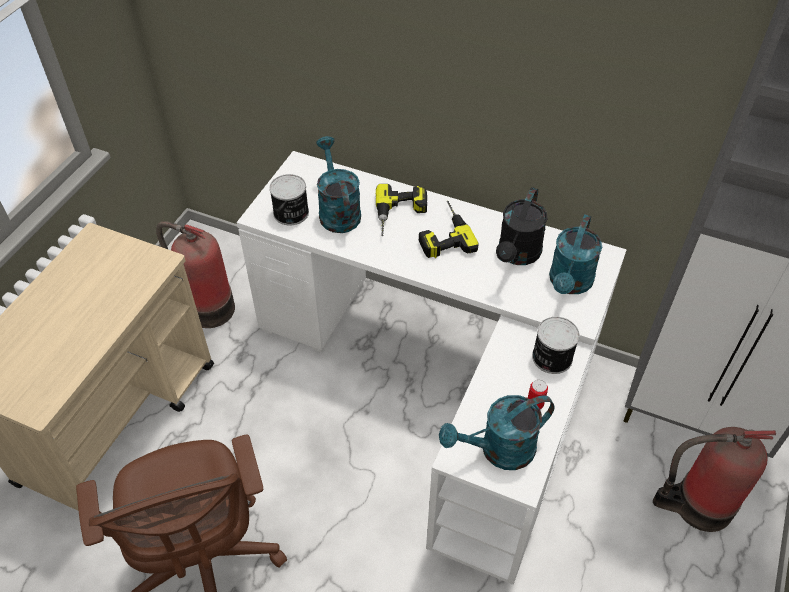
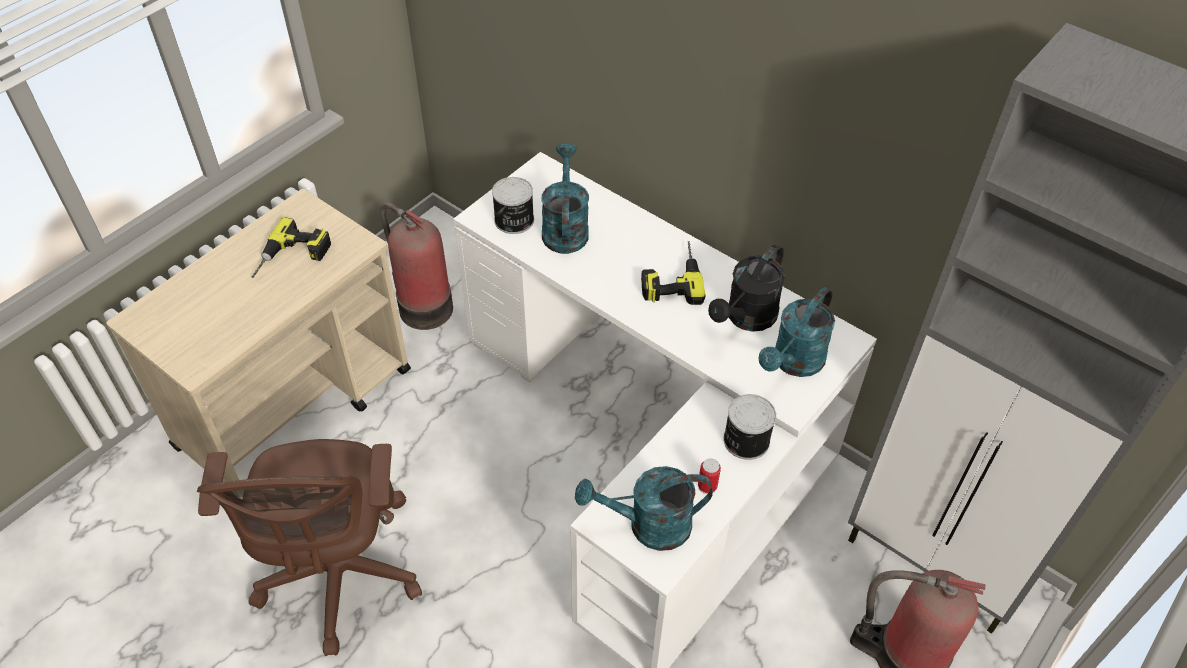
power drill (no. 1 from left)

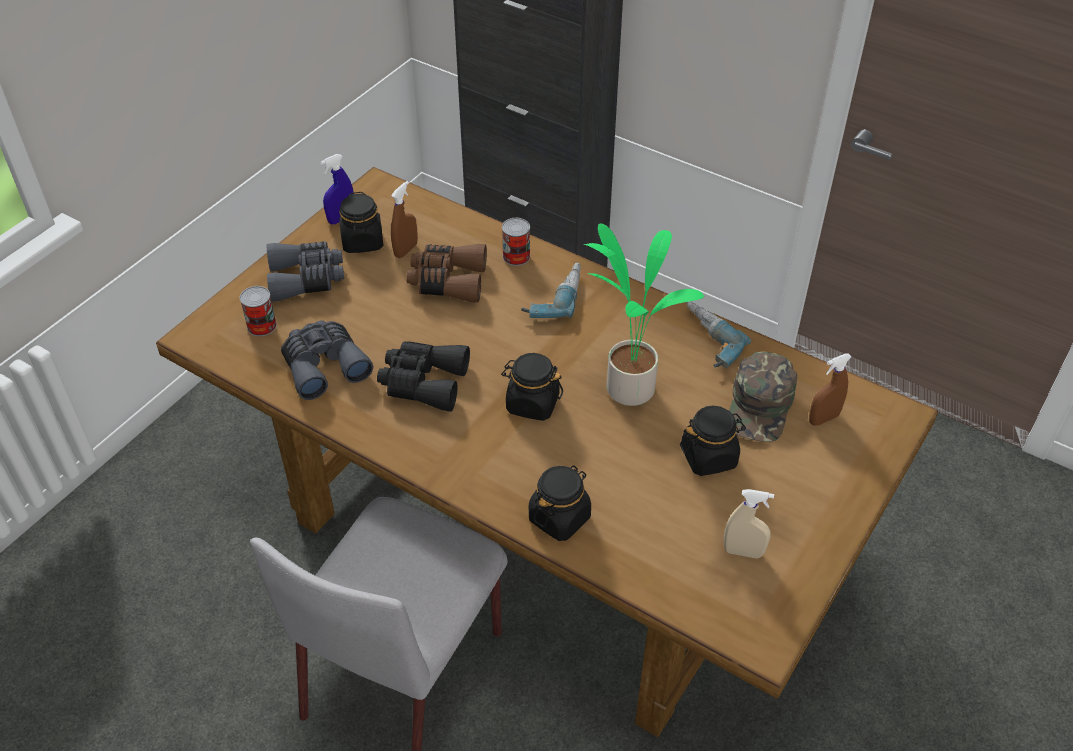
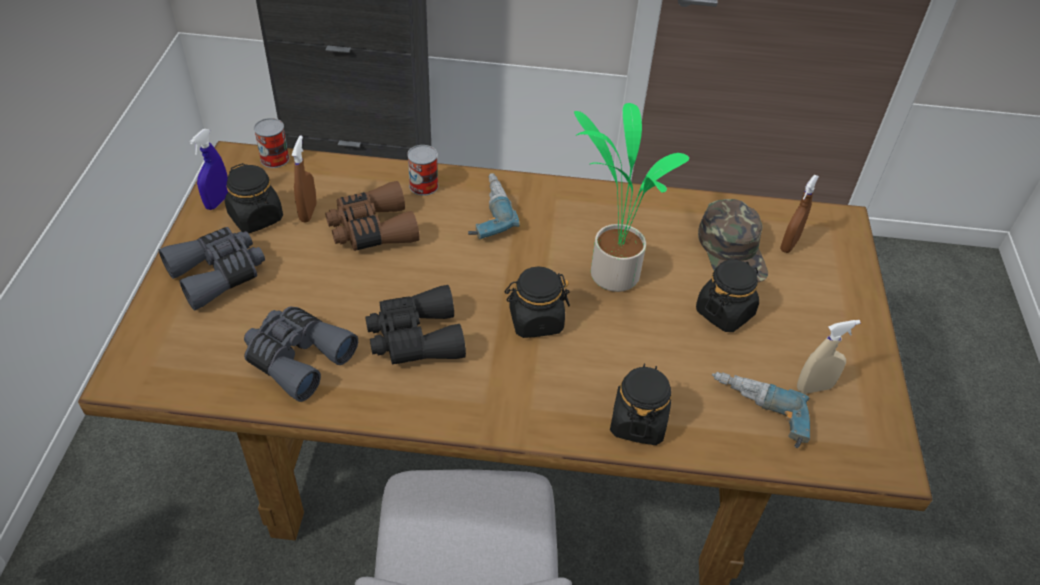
can (no. 1 from left); power drill (no. 2 from left)

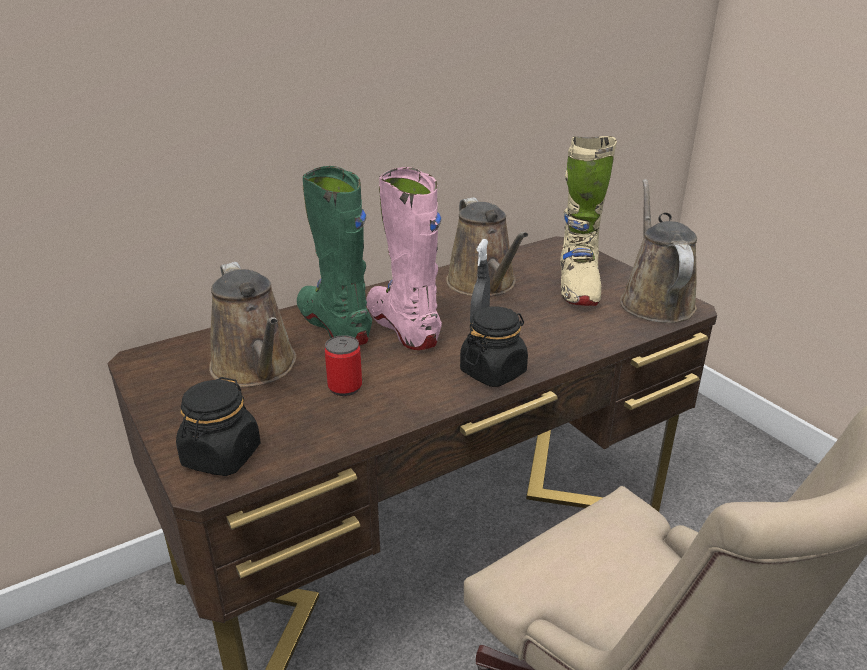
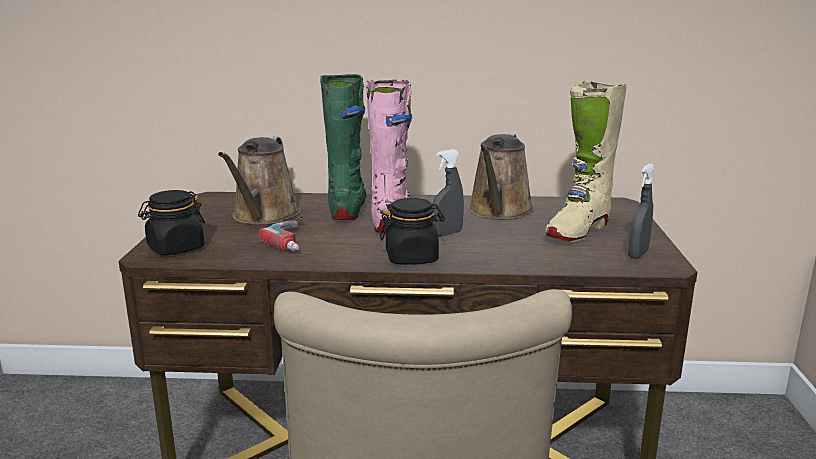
grey spray bottle (no. 2 from left); power drill

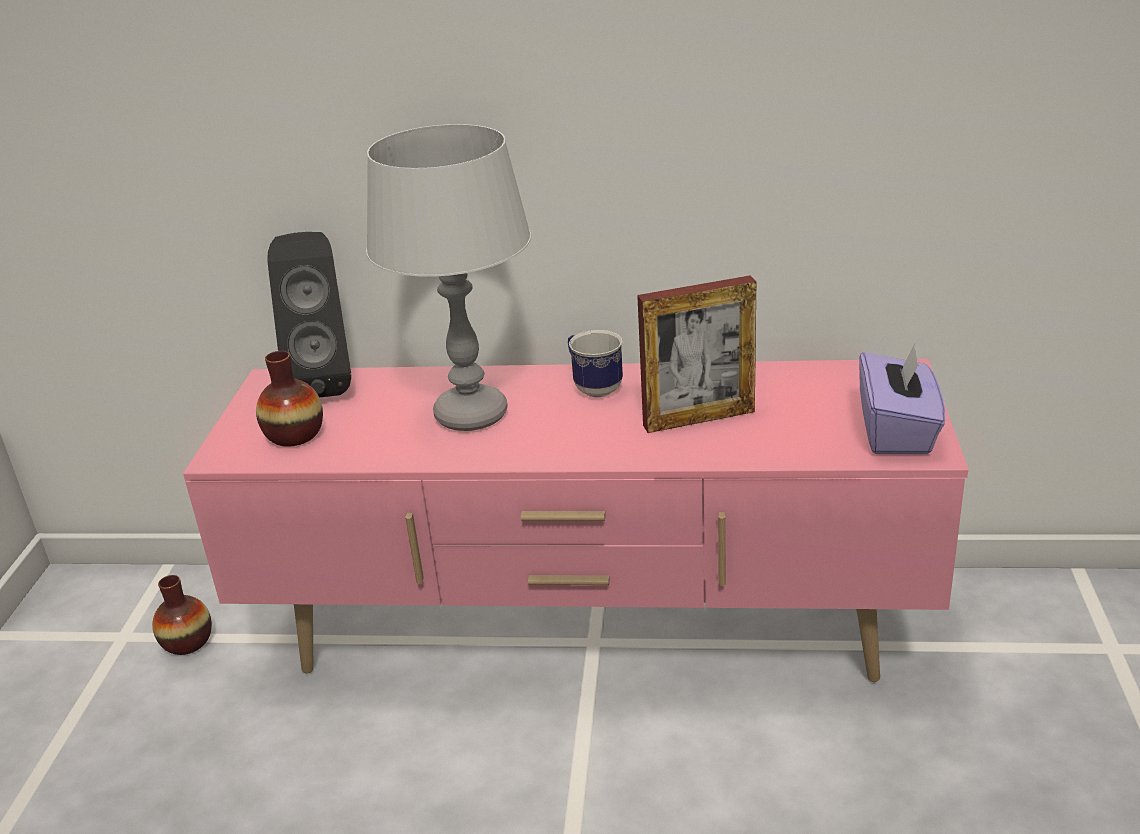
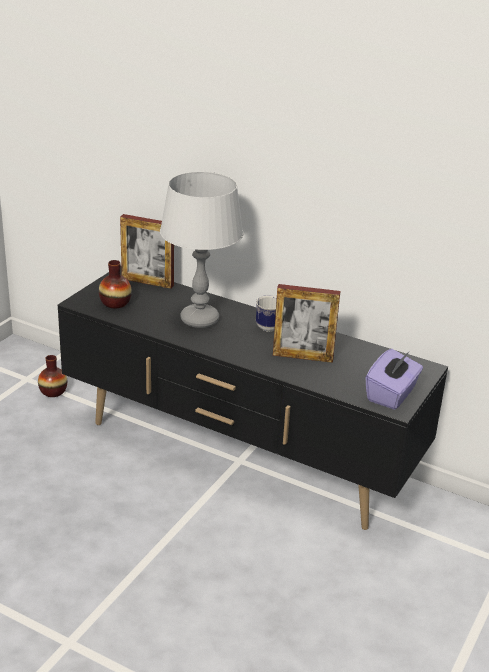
picture frame (no. 1 from left); black tv stand

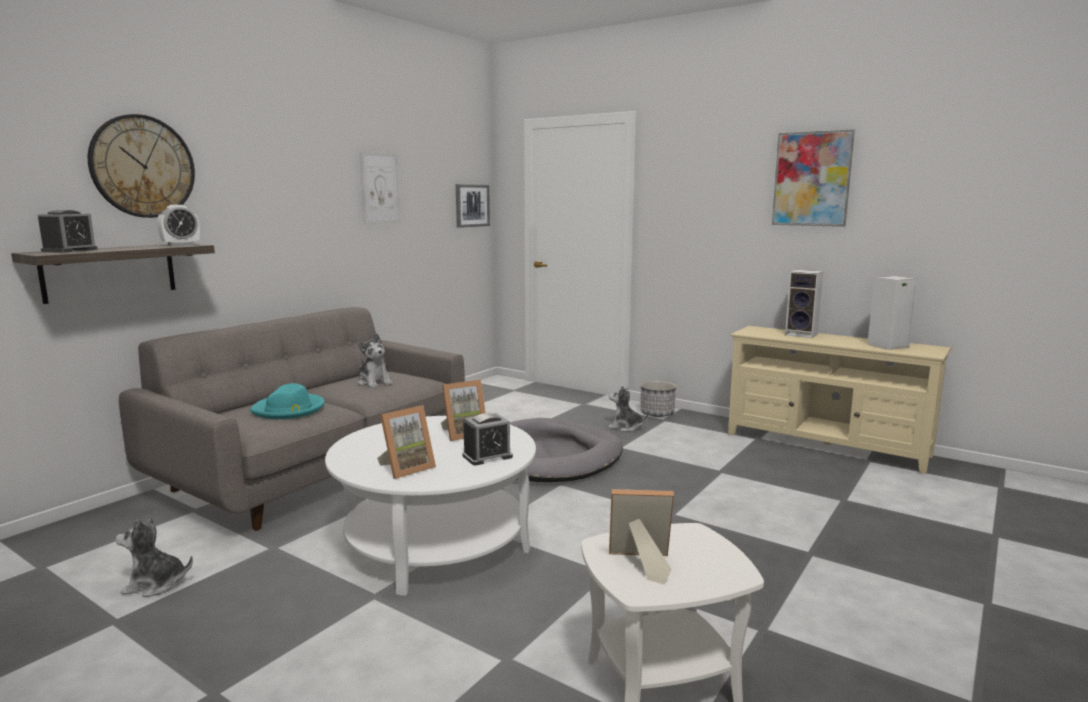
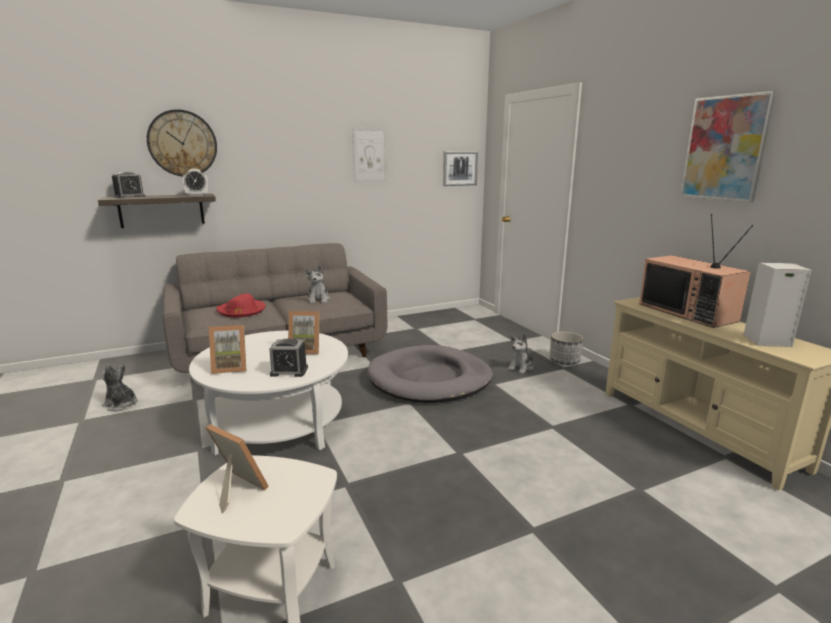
television; red hat; plush toy (no. 3 from left)

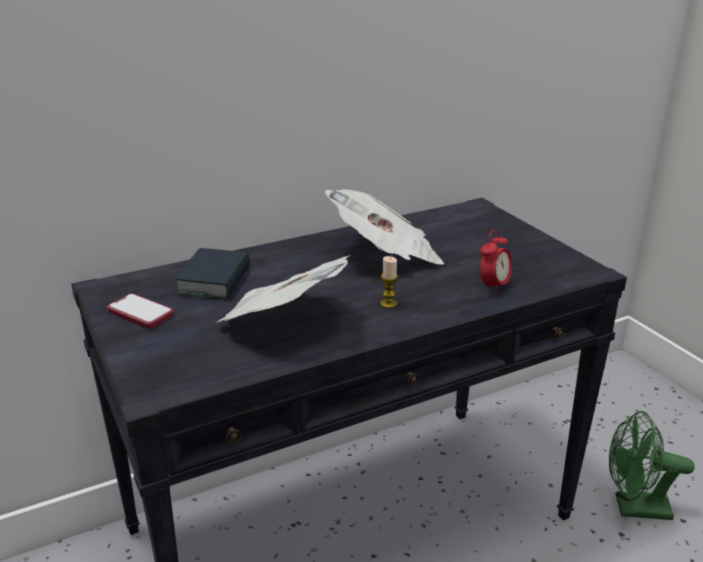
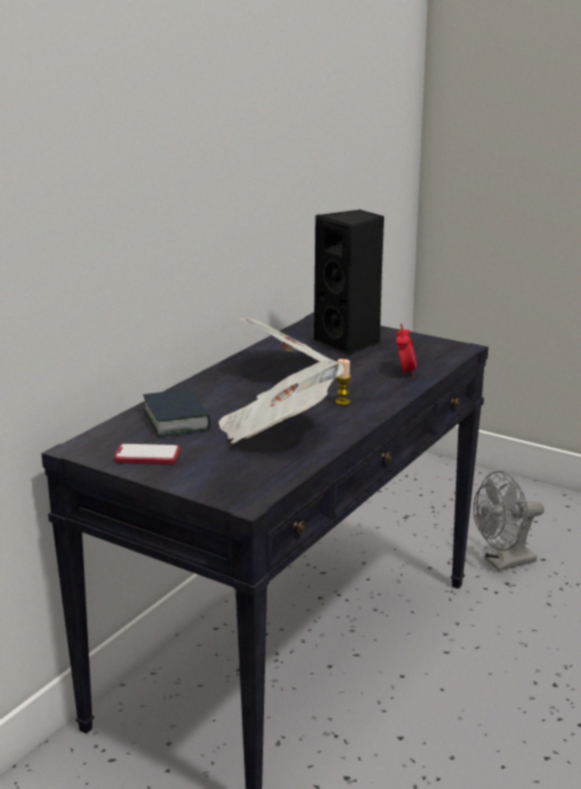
grey fan; black speaker

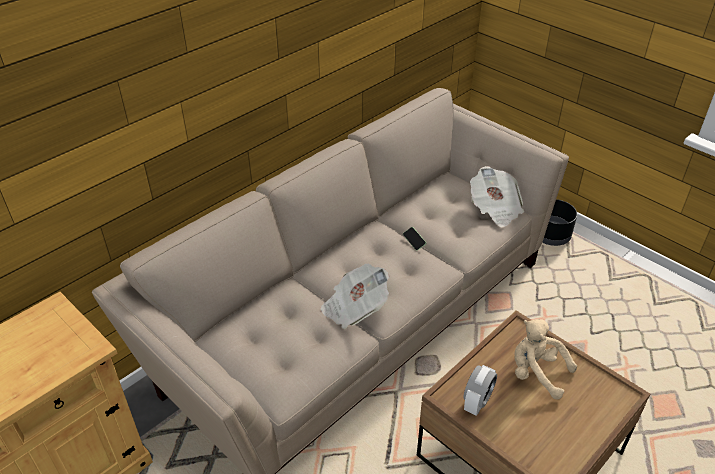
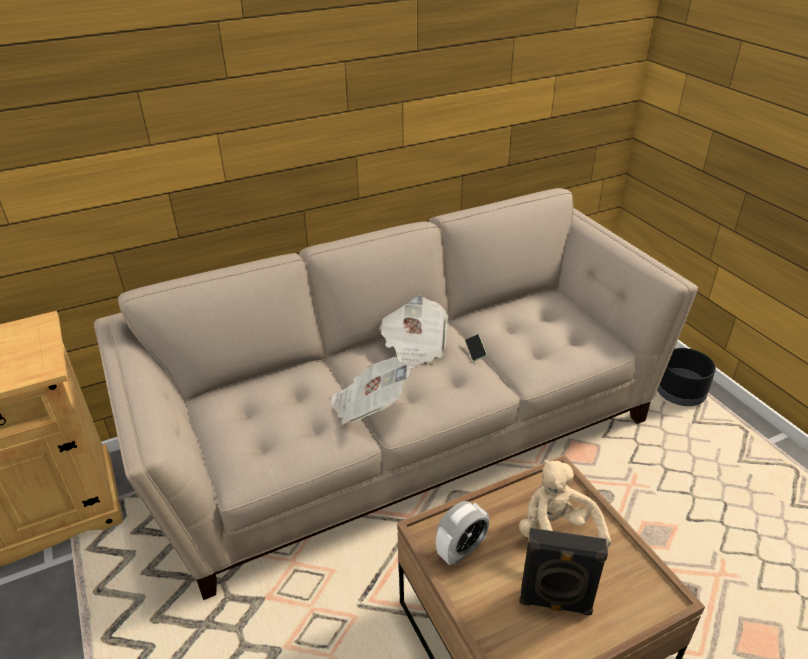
newspaper (no. 2 from left); black speaker

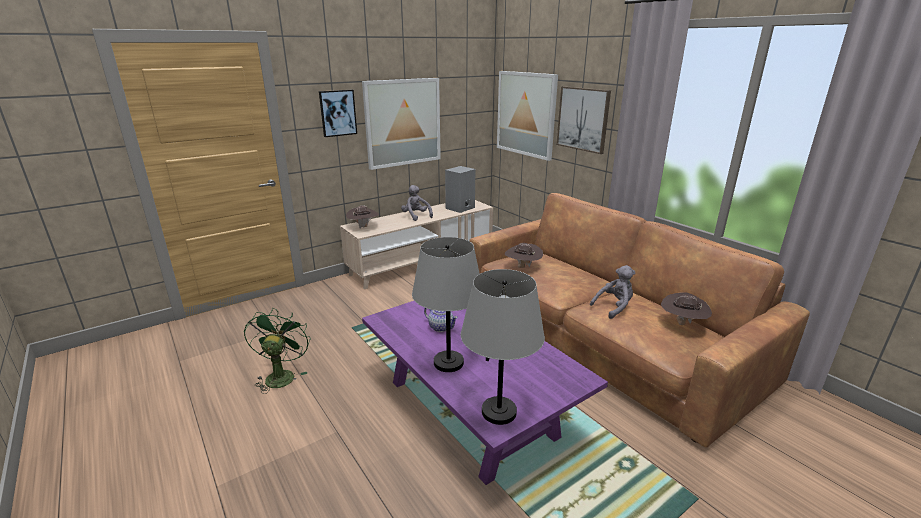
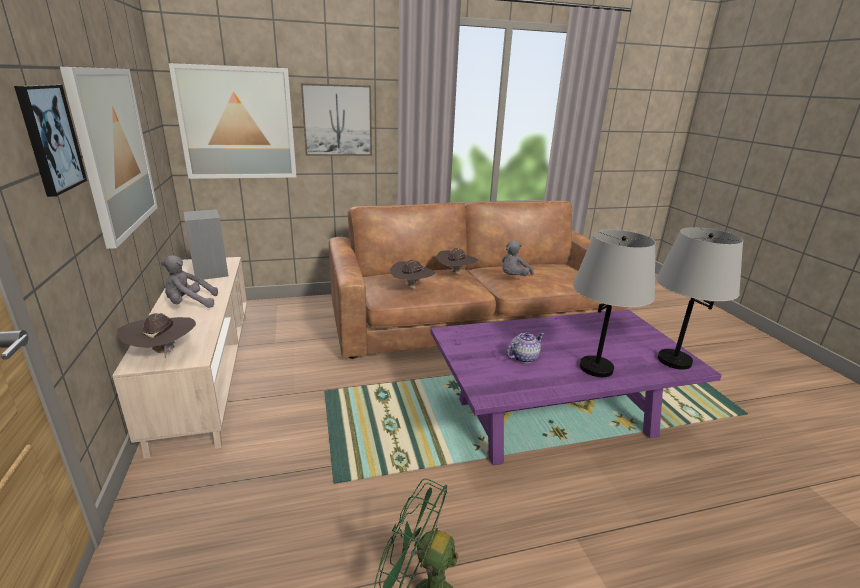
grey plush toy (no. 2 from left); brown hat (no. 3 from left)

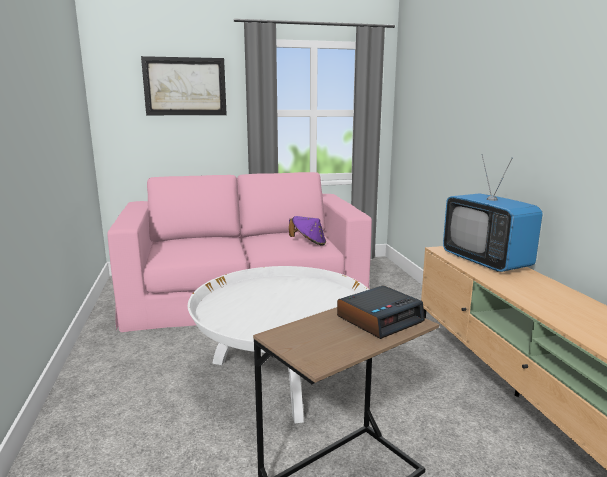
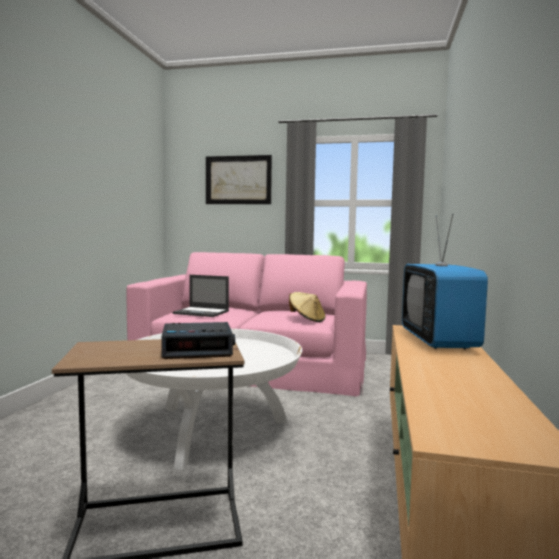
beige hat; laptop

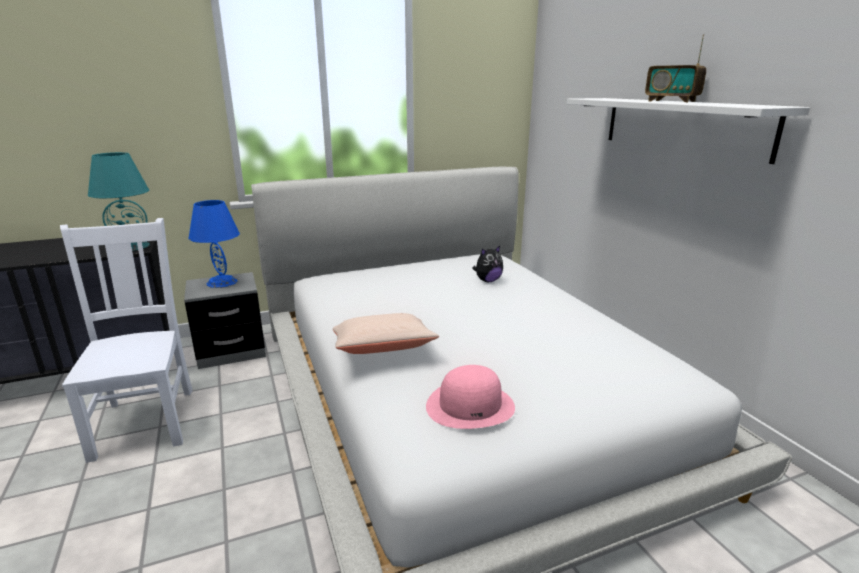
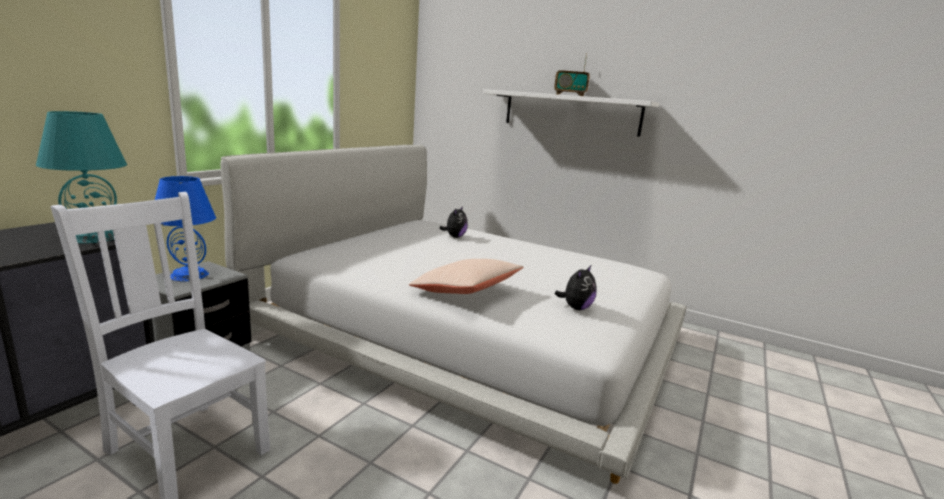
plush toy (no. 2 from left)

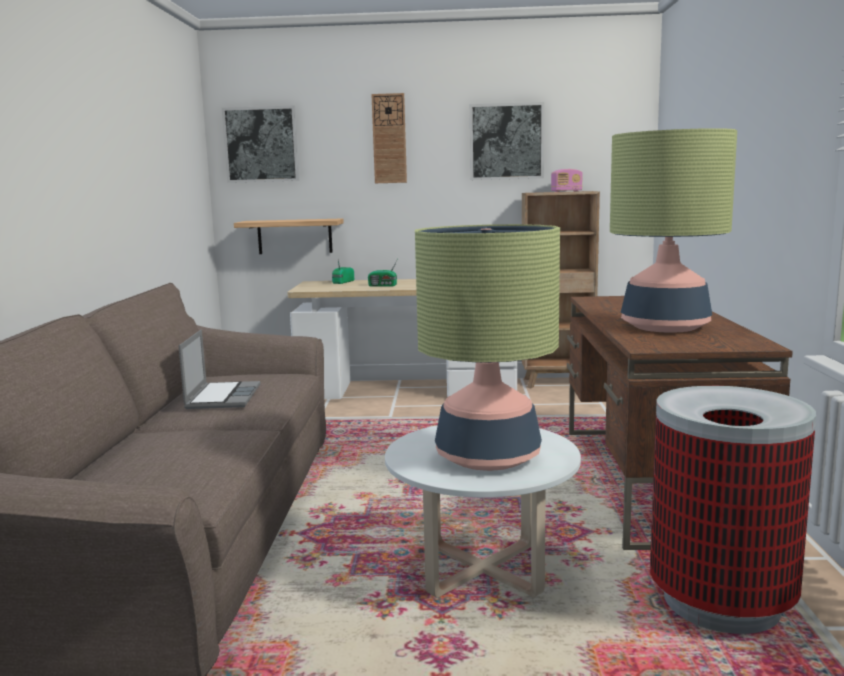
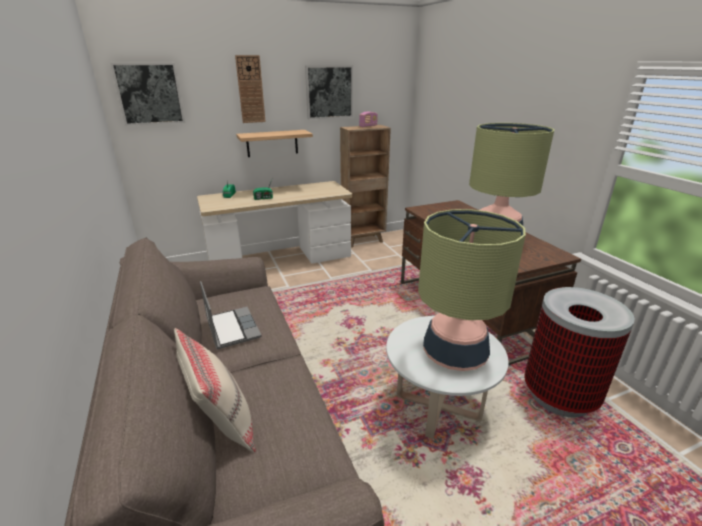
shelf; beige pillow

